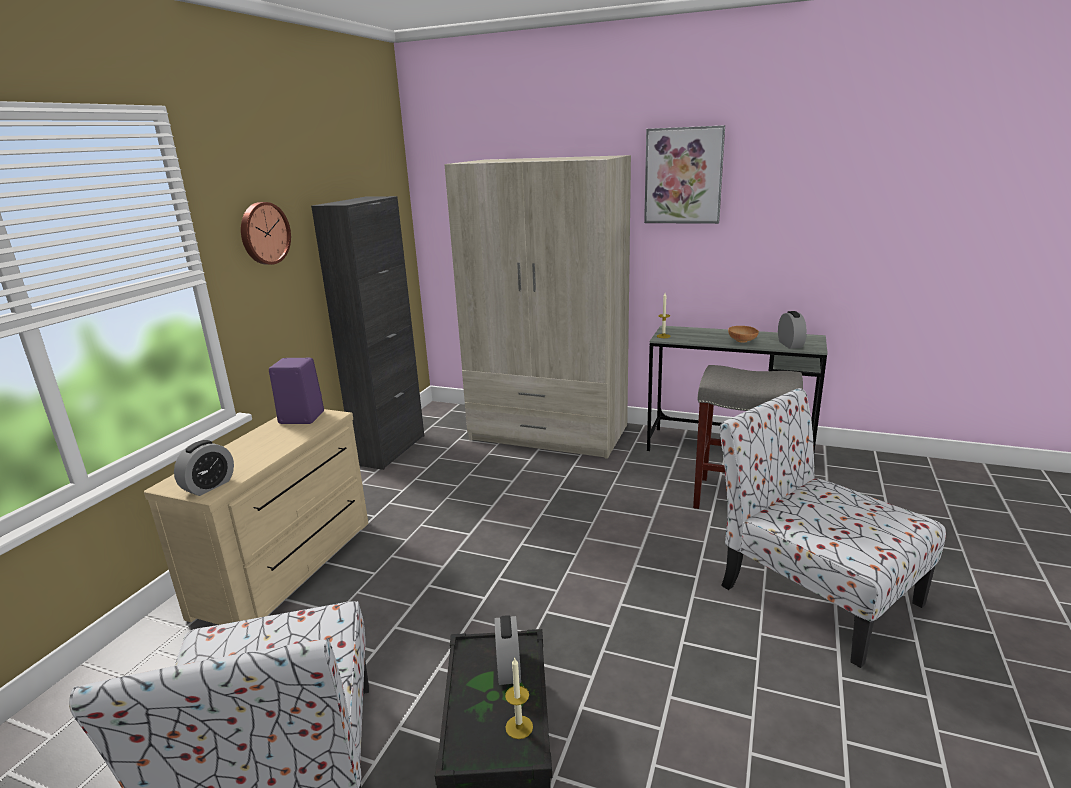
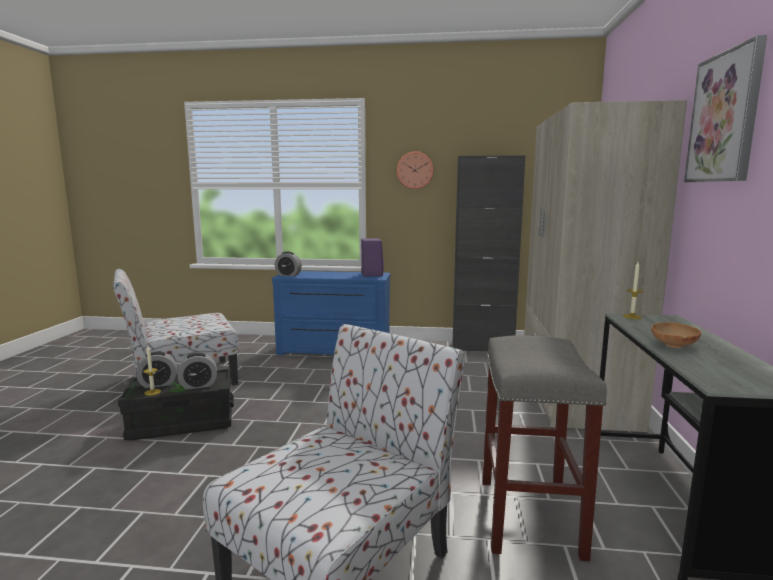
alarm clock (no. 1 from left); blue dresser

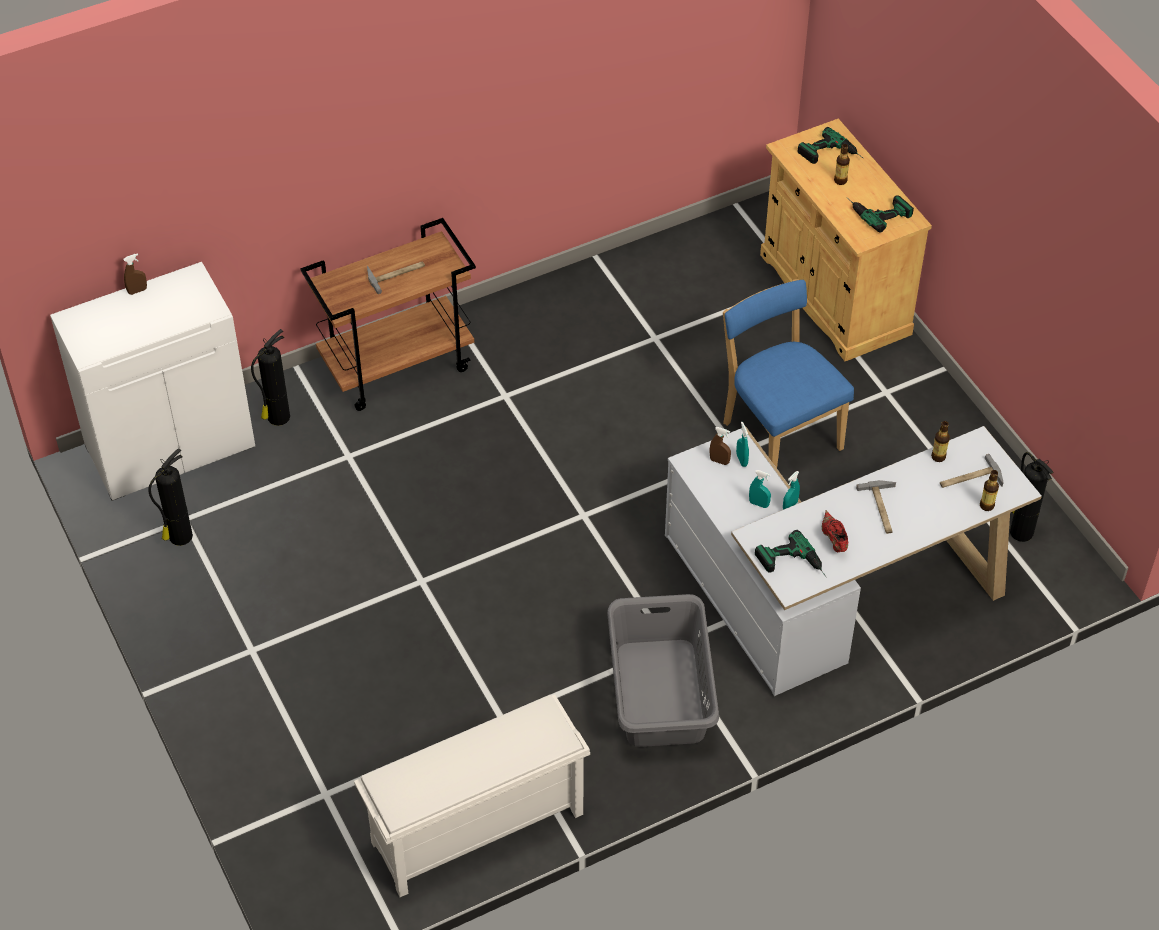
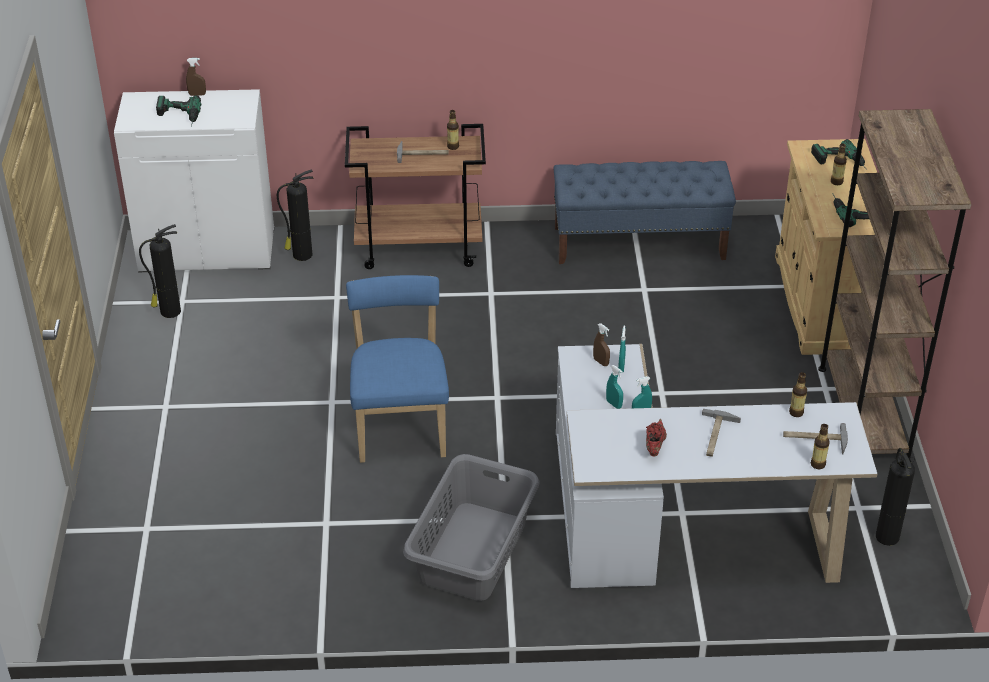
blue chair; power drill (no. 1 from left); white shoe rack; brown bookcase; bottle (no. 1 from left); blue bench

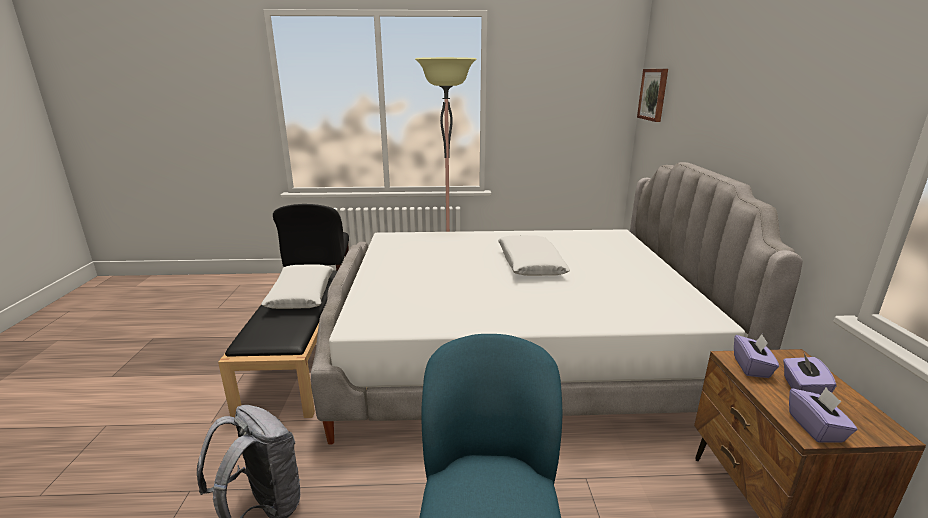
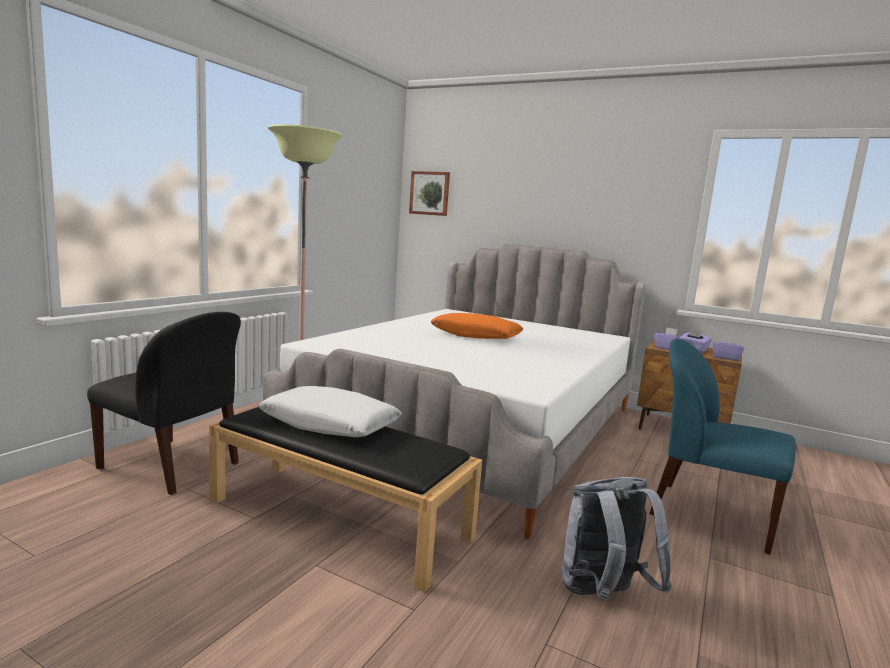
orange pillow

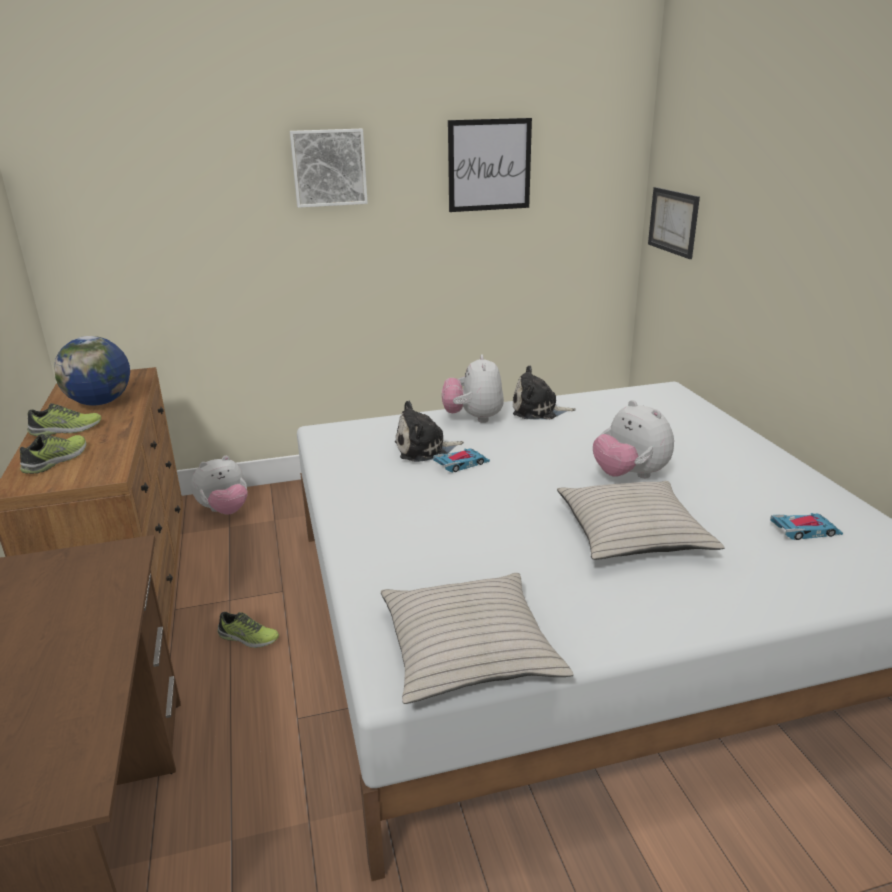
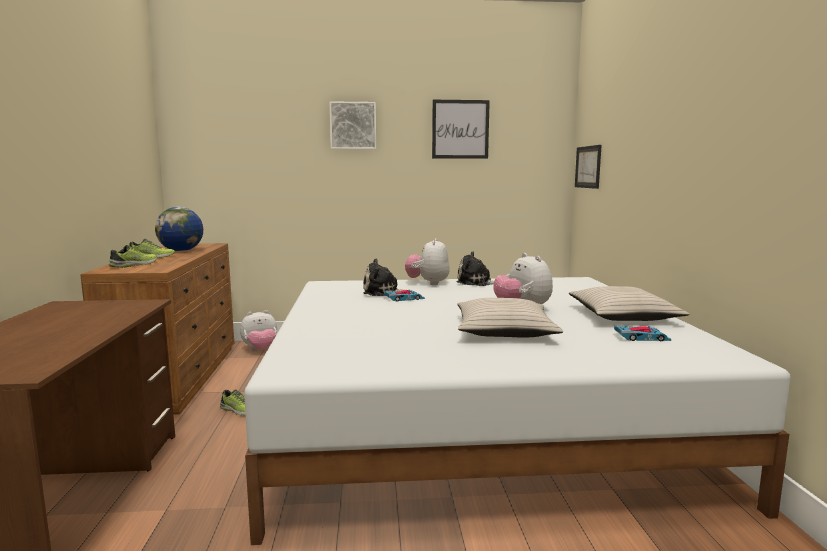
beige pillow (no. 2 from left)

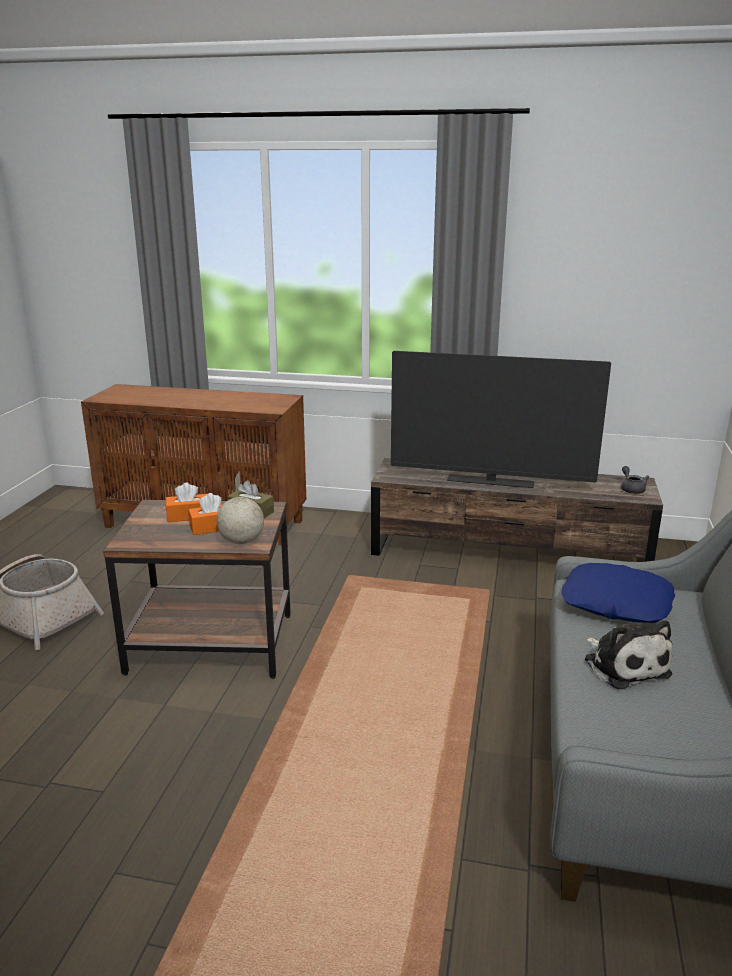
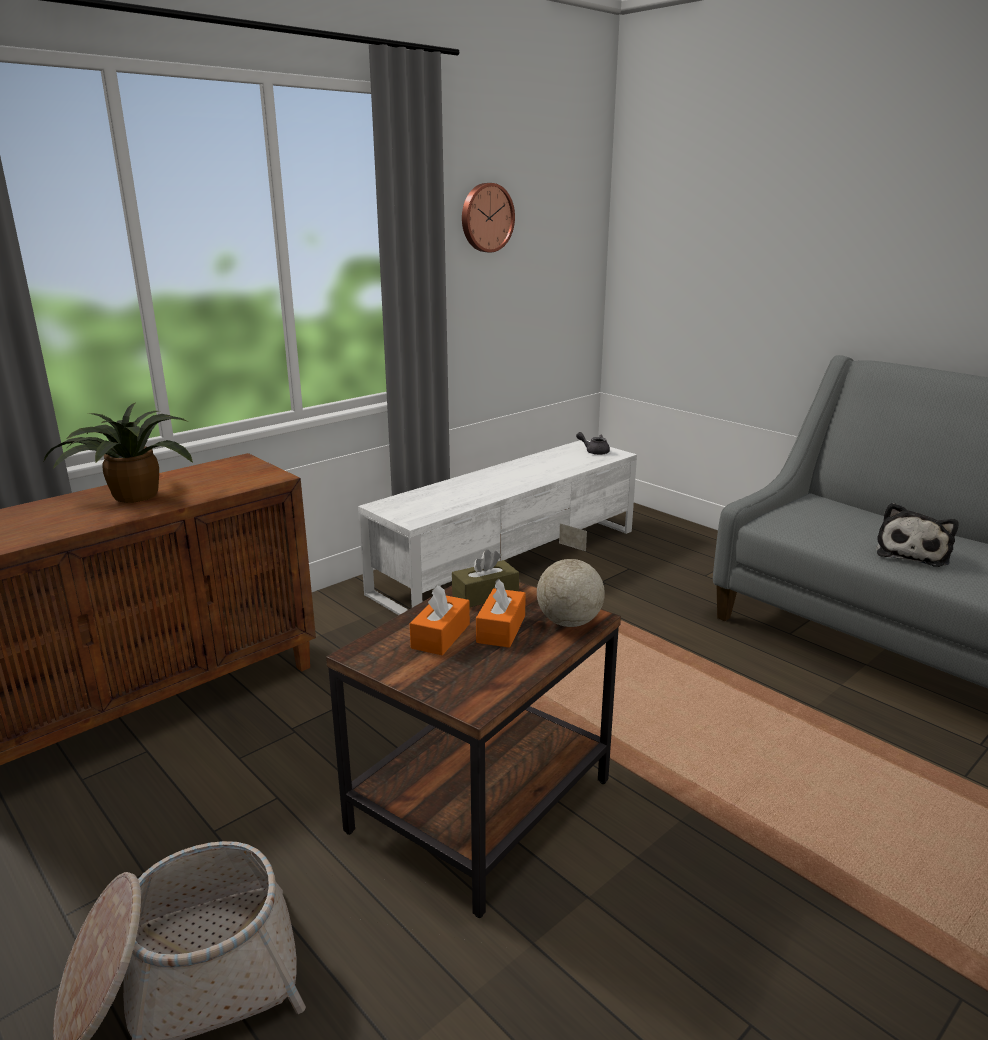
television; white tv stand; blue pillow; plush toy; wall clock; potted plant

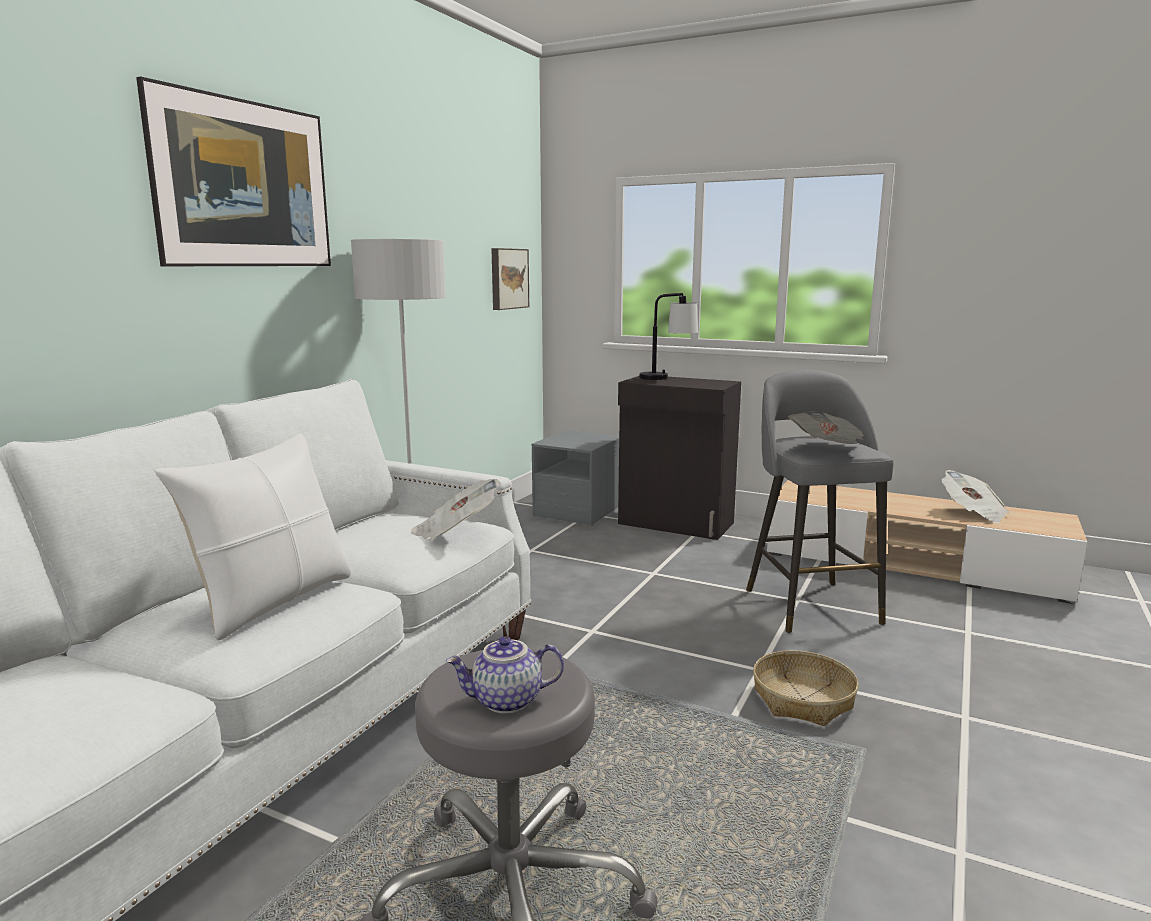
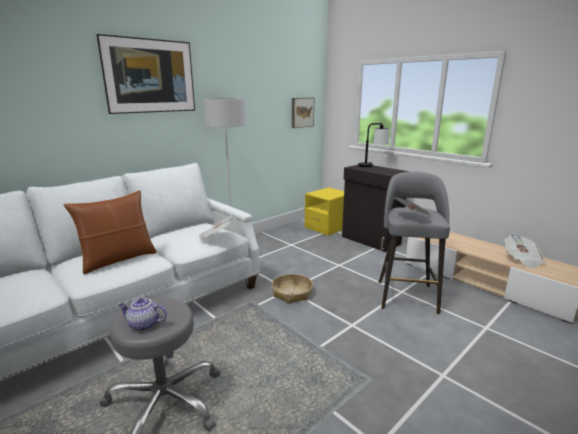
yellow nightstand; brown pillow; basket

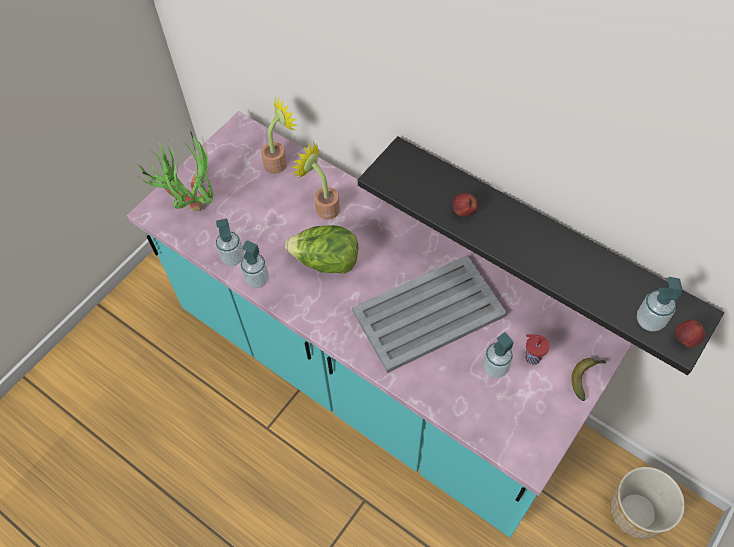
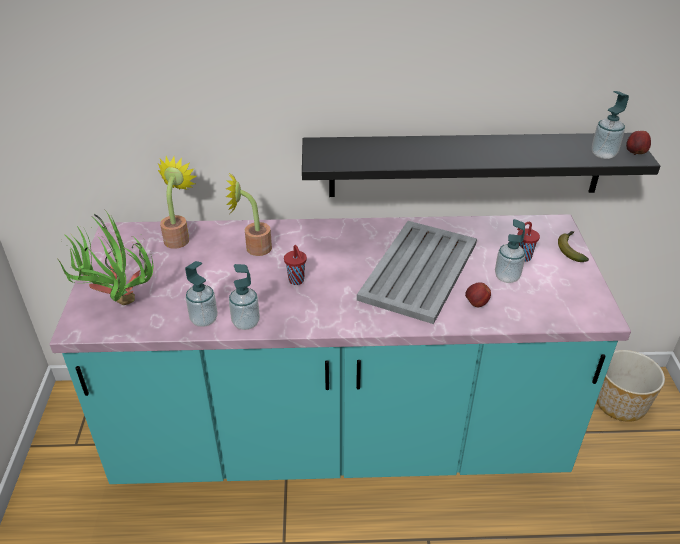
apple (no. 1 from left); red cup (no. 1 from left)

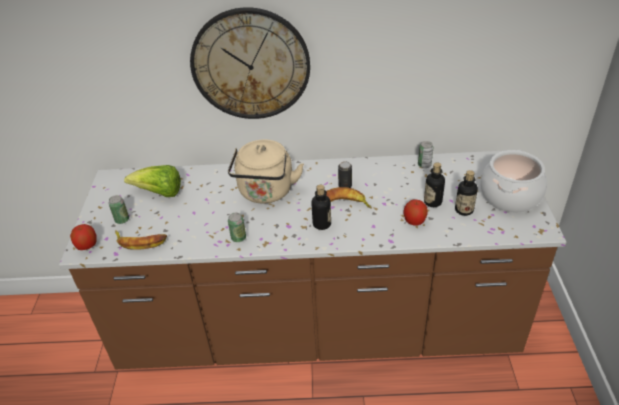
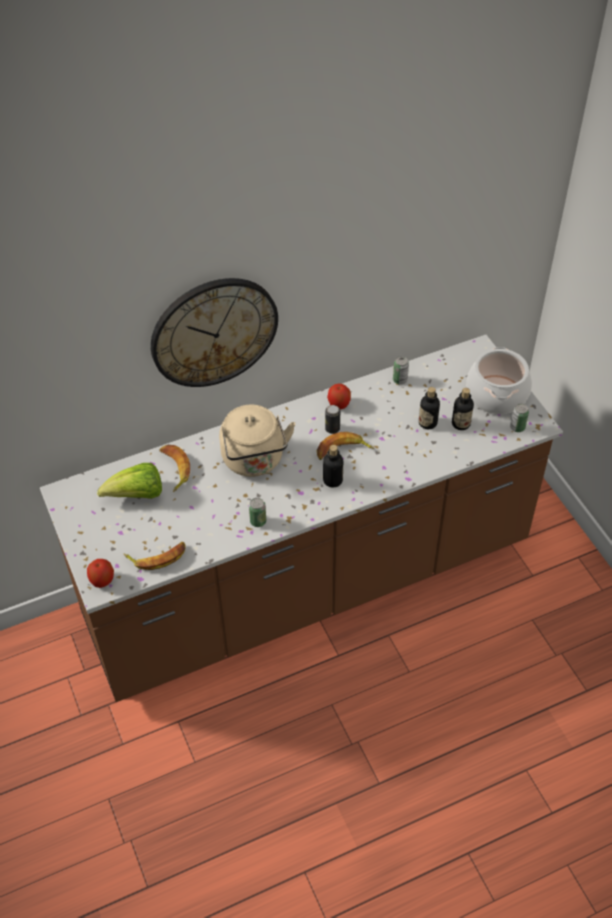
can (no. 4 from left); apple (no. 2 from left); banana (no. 2 from left)

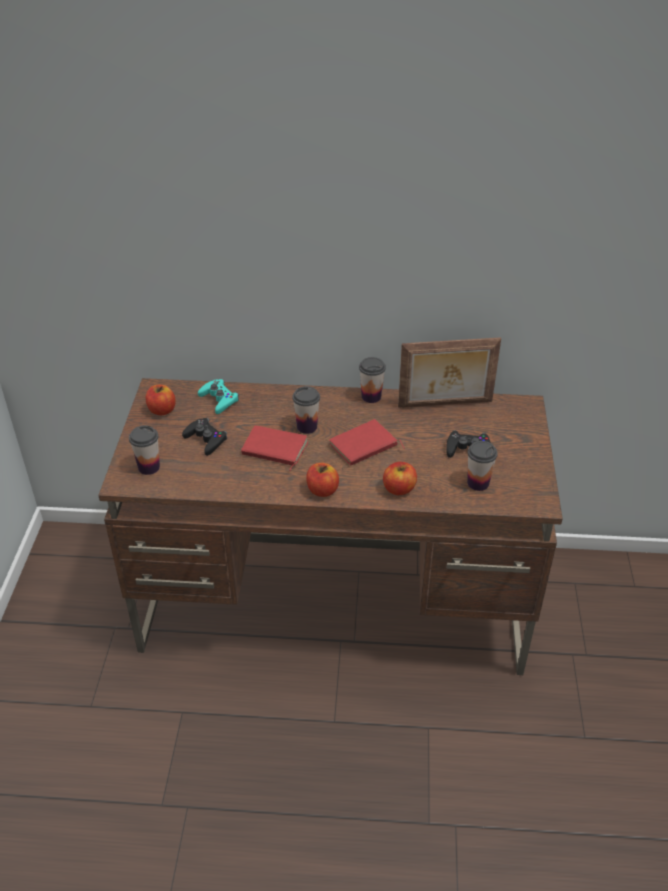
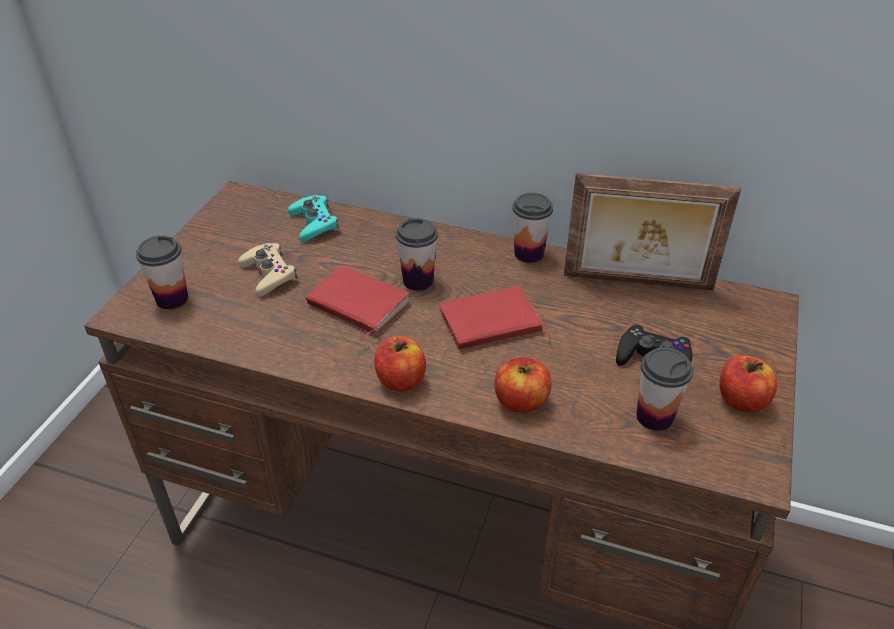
apple (no. 3 from left); beige game controller

